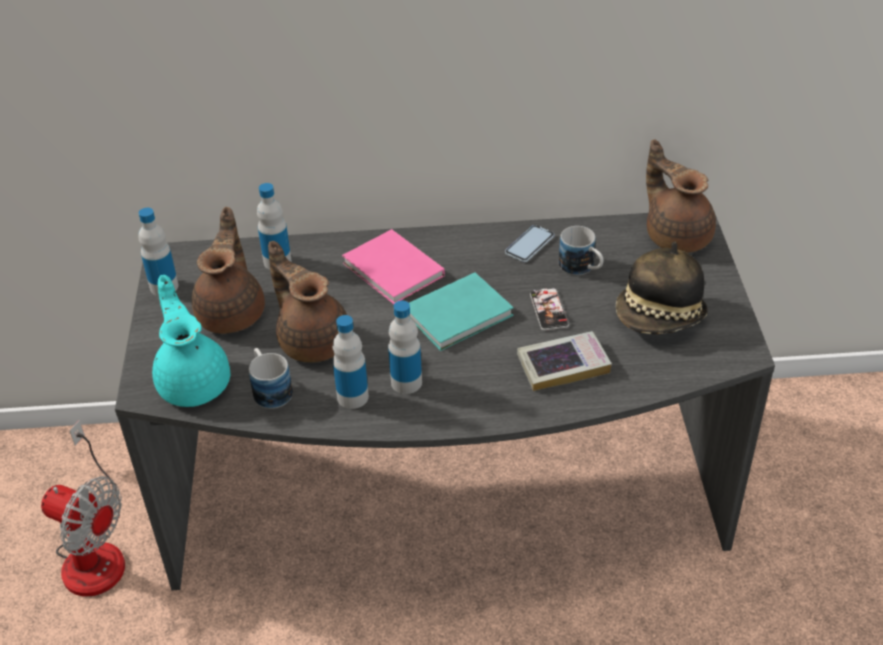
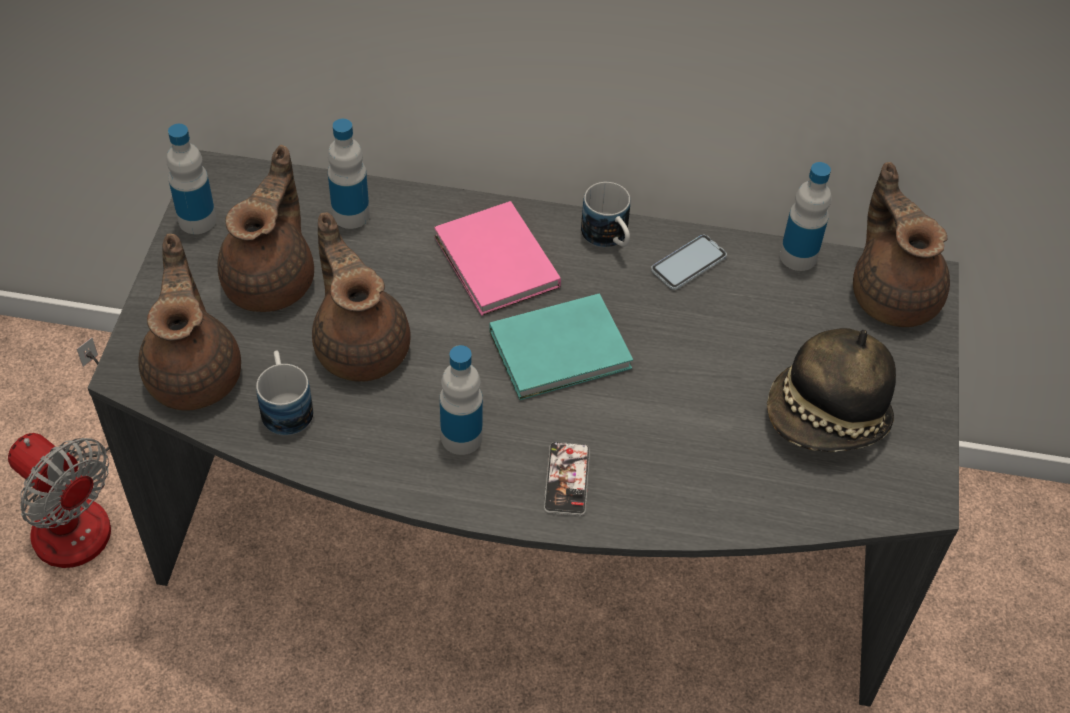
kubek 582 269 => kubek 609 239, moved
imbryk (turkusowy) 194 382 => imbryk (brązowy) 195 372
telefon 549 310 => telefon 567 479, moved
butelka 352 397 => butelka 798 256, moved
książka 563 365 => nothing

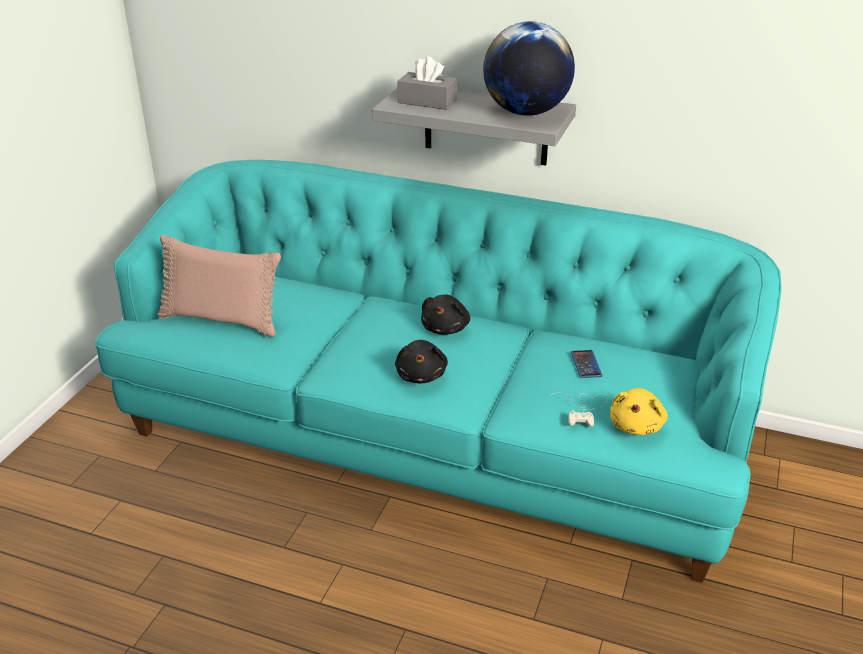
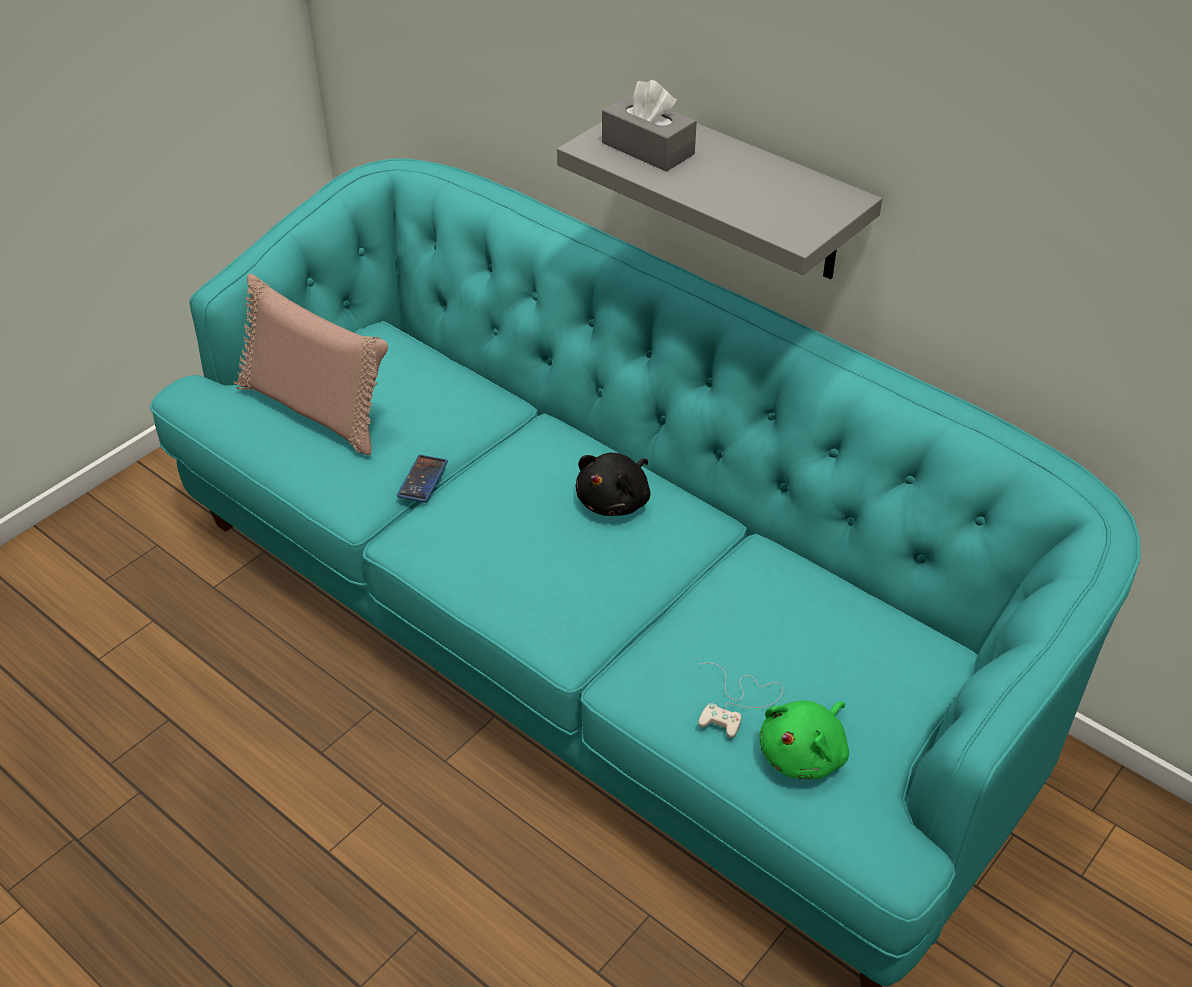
globus 526 112 => nothing
pluszak (czarny) 421 375 => nothing
telefon 586 364 => telefon 422 479, moved
pluszak (żółty) 636 425 => pluszak (zielony) 804 754

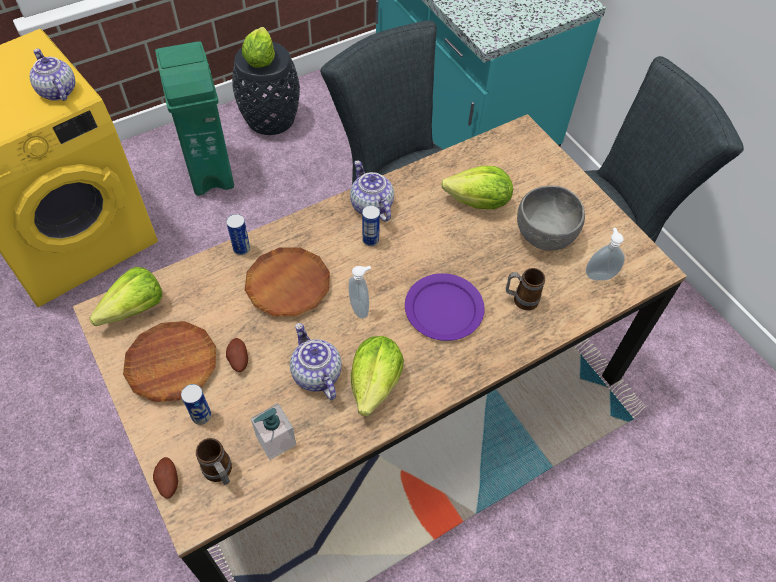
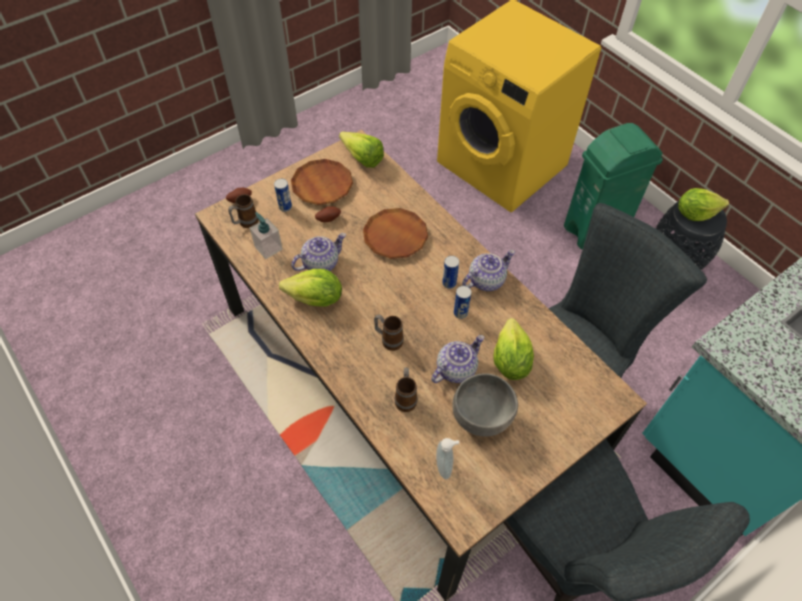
imbryk 57 91 => imbryk 456 368, moved
puszka 241 249 => puszka 460 313, moved
dozownik mydła 360 308 => nothing
talerz (fioletowy) 443 308 => kubek 388 339

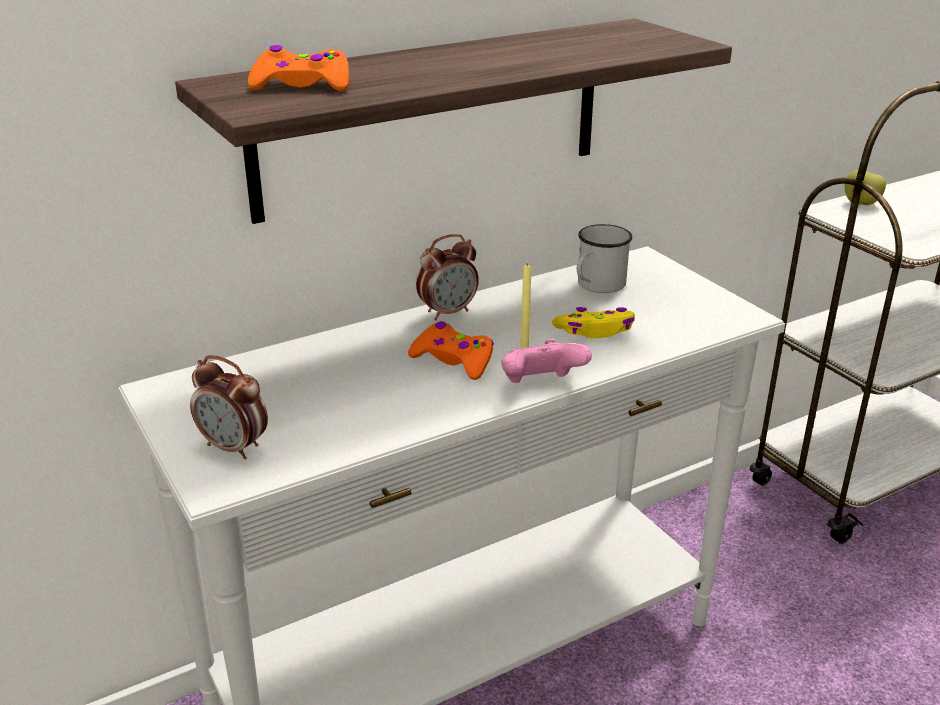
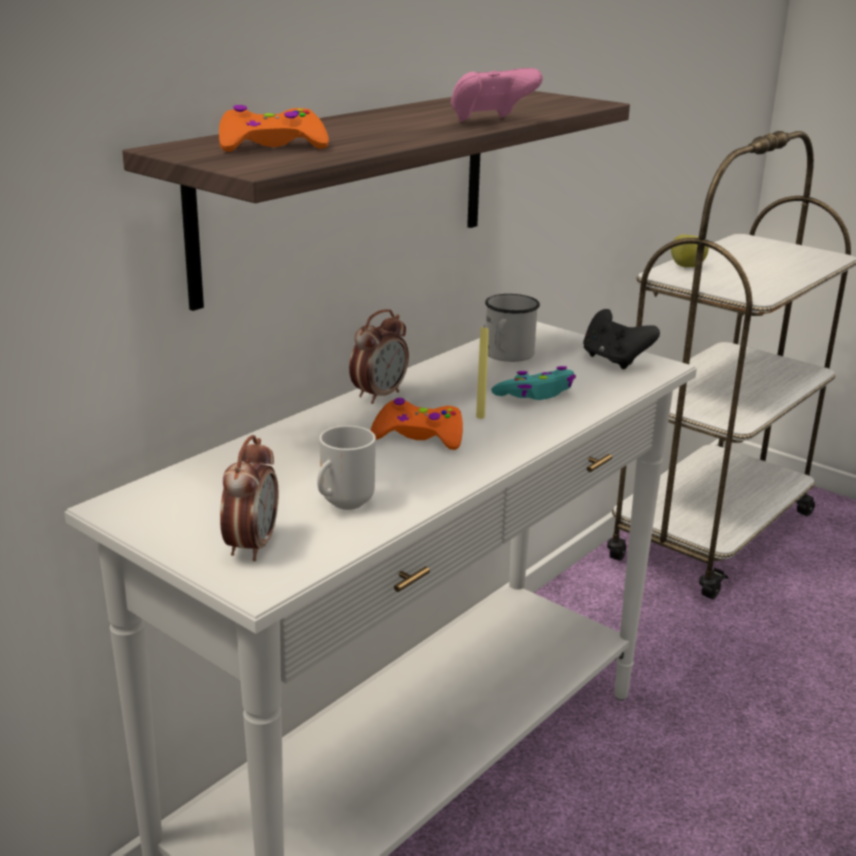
pad do gier (żółty) 595 331 => pad do gier (turkusowy) 536 394
pad do gier (różowy) 541 385 => pad do gier (różowy) 490 121, moved
budzik 234 448 => budzik 251 546, 90 degrees counterclockwise
nothing => pad do gier (czarny) 614 360
nothing => kubek 343 503

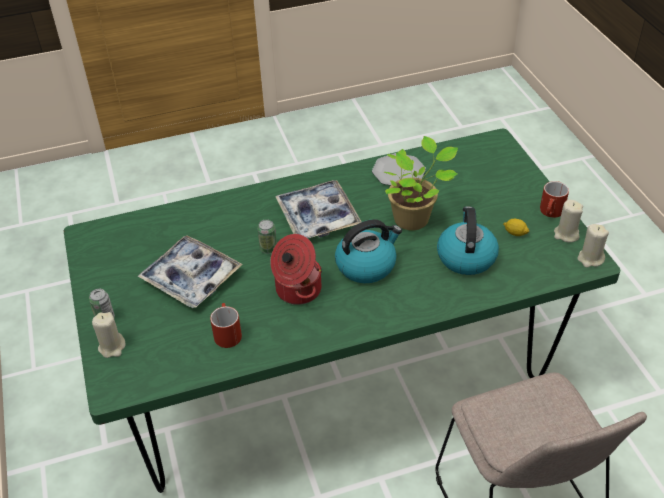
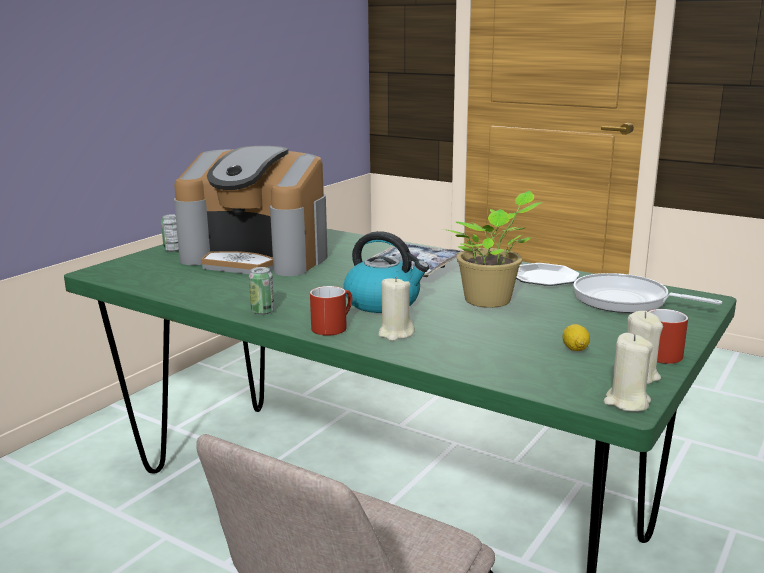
czajnik 466 257 => nothing
puszka 268 248 => puszka 262 311, moved
garnek 297 290 => nothing
taca 191 278 => ekspres do kawy 258 257
kubek (czerwony) 226 333 => kubek (czerwony) 333 326, moved
świeca (beżowy) 112 347 => świeca (beżowy) 395 334, moved
nothing => patelnia 626 300

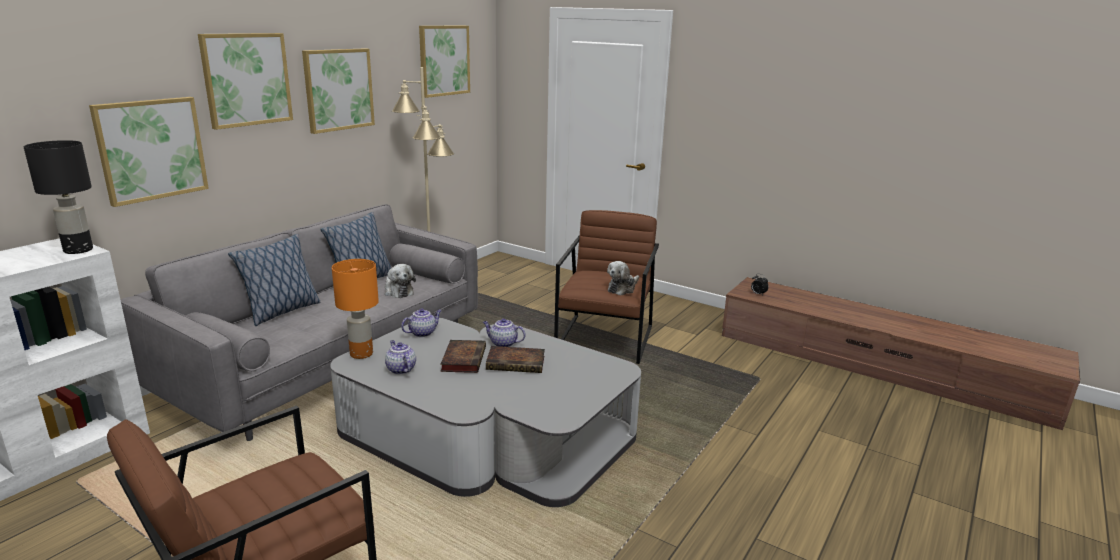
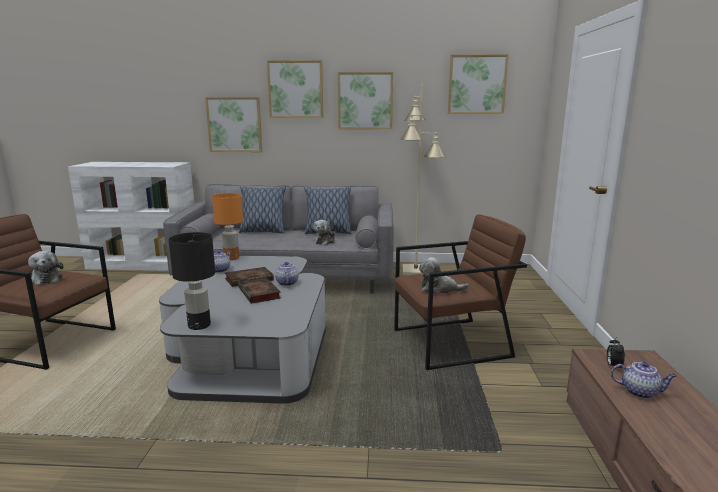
lampa stołowa (czarny) 79 250 => lampa stołowa (czarny) 199 325, moved
imbryk 422 333 => imbryk 640 392, moved
nothing => pluszak 46 279

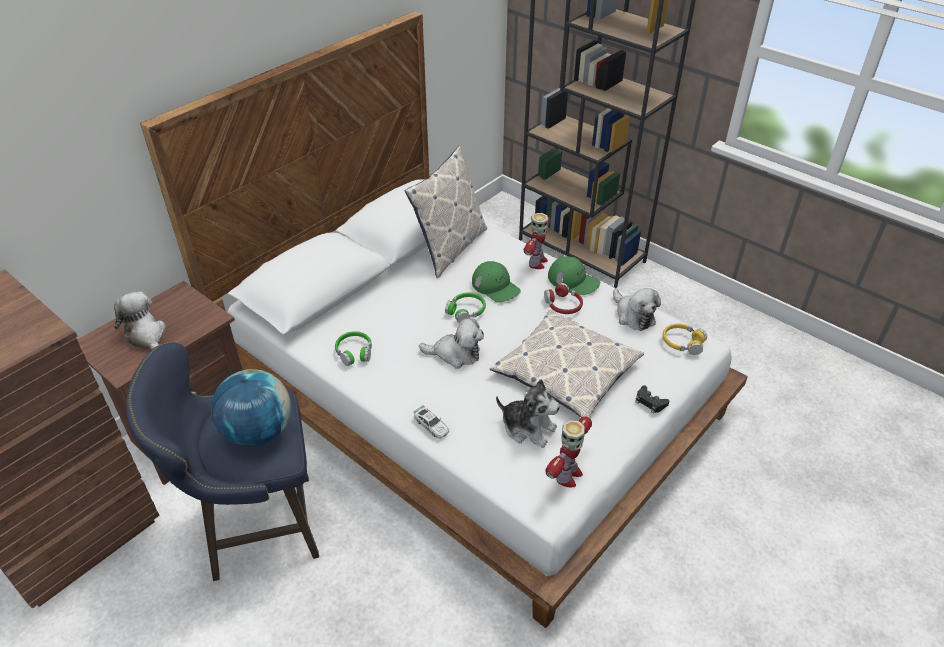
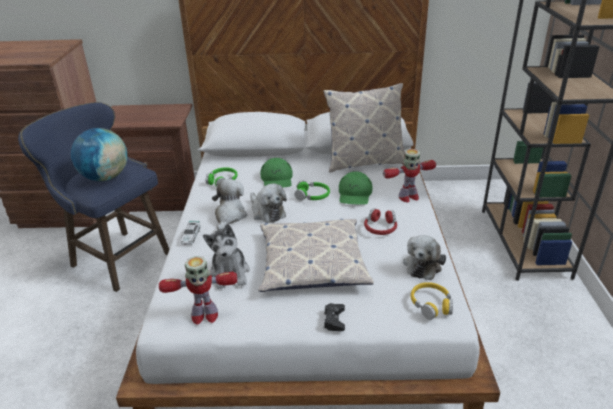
czapka z daszkiem (zielony) 573 280 => czapka z daszkiem (zielony) 277 179, moved
pluszak 146 336 => pluszak 229 216, moved

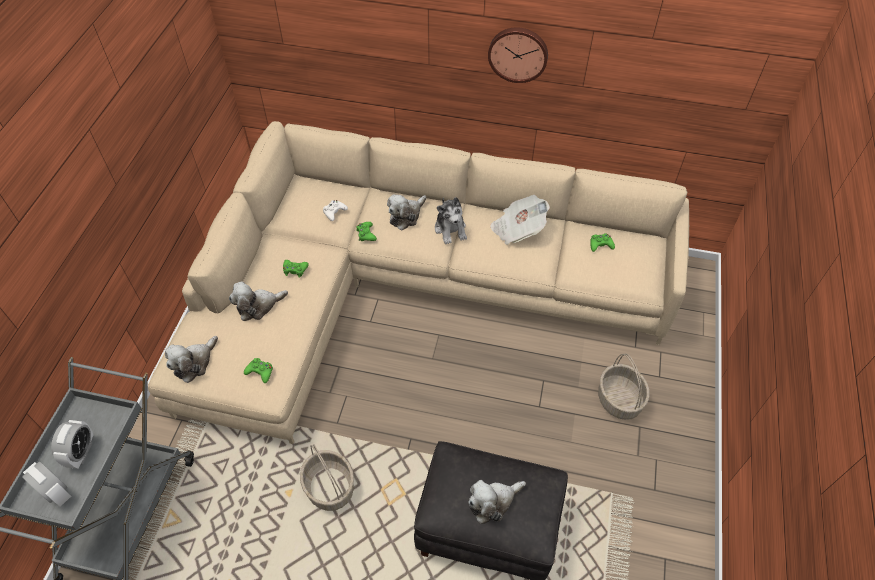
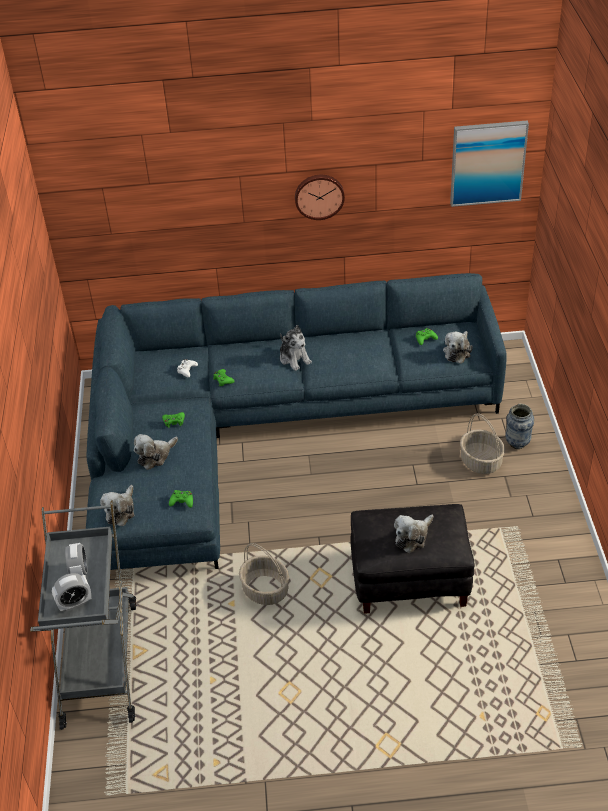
kanapa (beżowy) 403 290 => kanapa (niebieski) 261 429
pluszak 406 216 => pluszak 457 351, moved
gazeta 517 229 => nothing
budzik 56 492 => budzik 75 603, 45 degrees counterclockwise
nothing => obraz 487 163
nothing => wazon 517 443

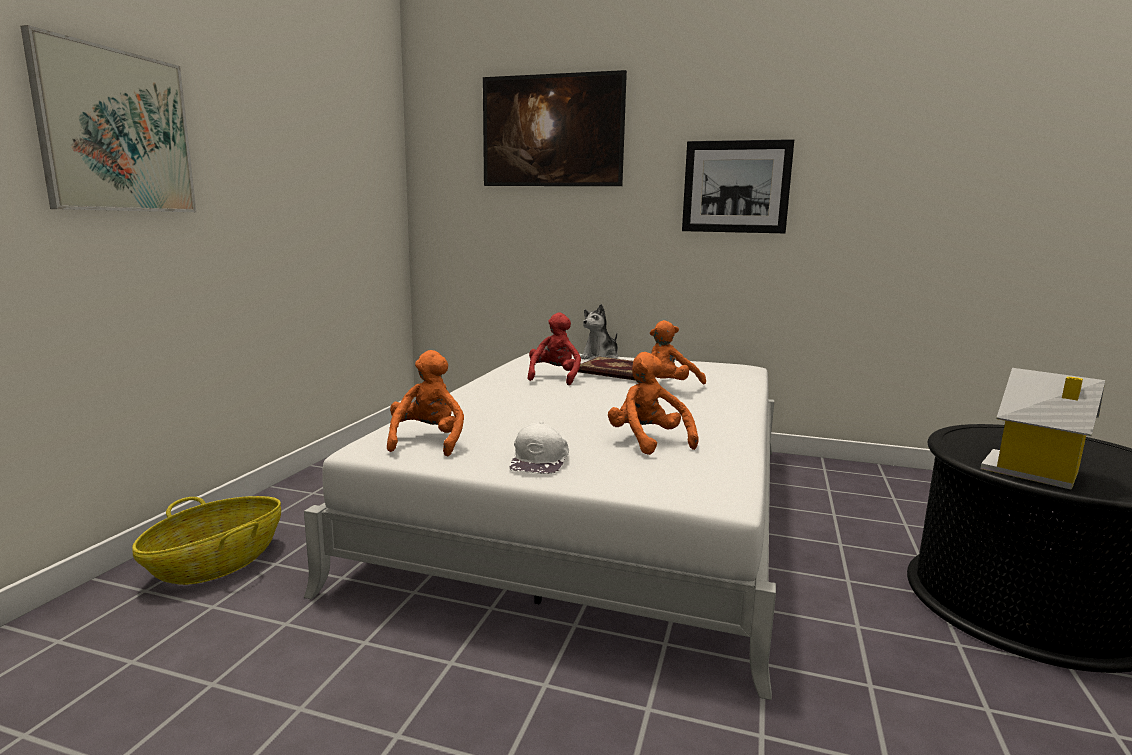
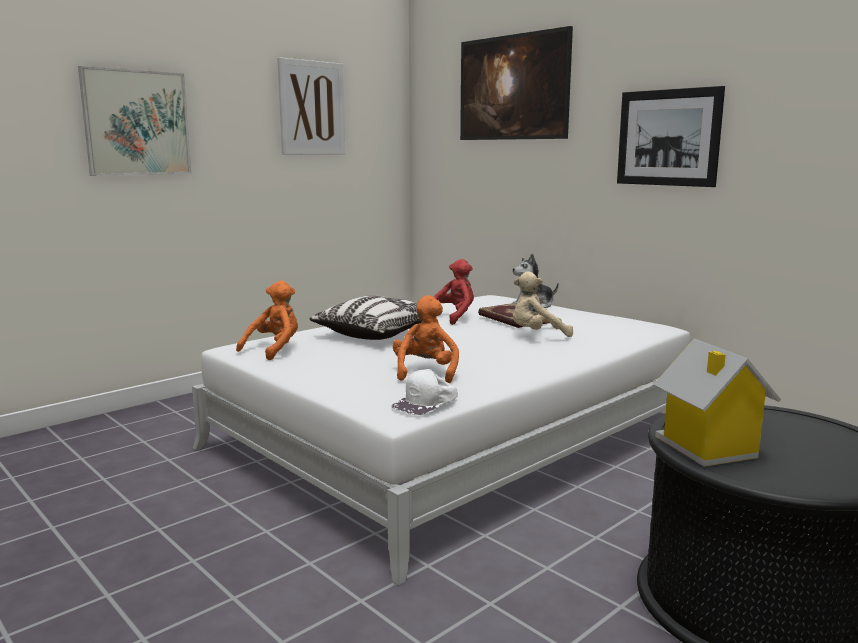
pluszak (pomarańczowy) 669 386 => pluszak (beżowy) 537 335
czapka z daszkiem (biały) 541 460 => czapka z daszkiem (biały) 426 403, moved
koszyk 217 563 => nothing
nothing => obraz 312 108
nothing => poduszka 376 333

